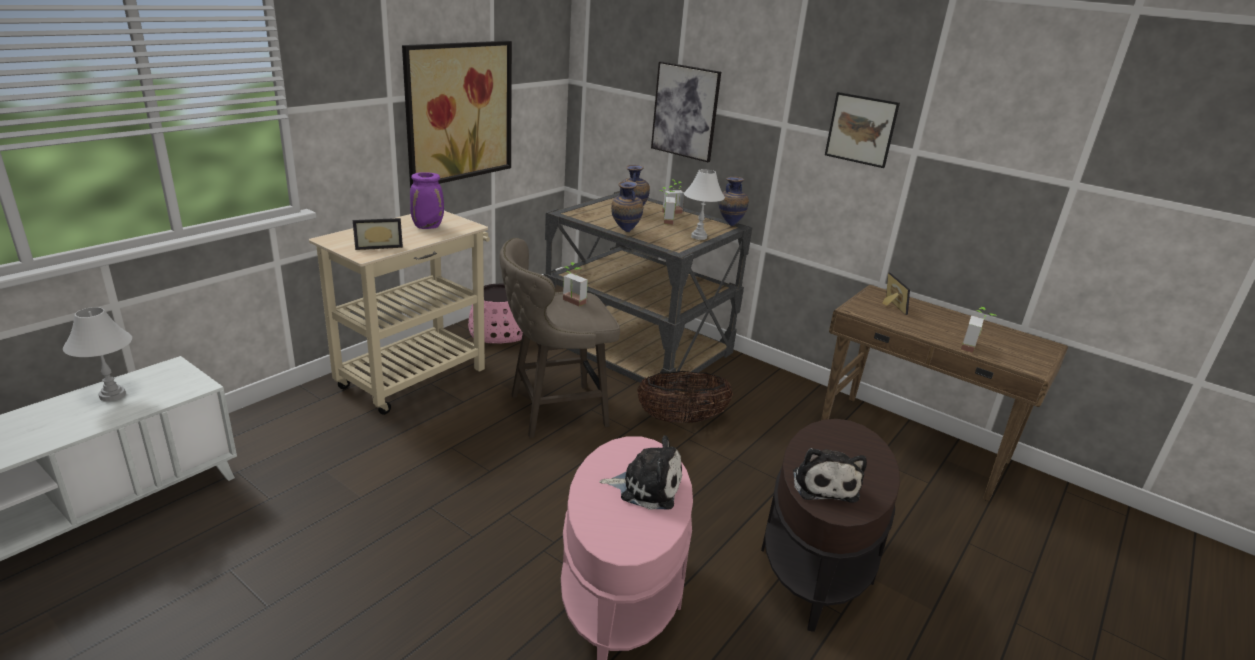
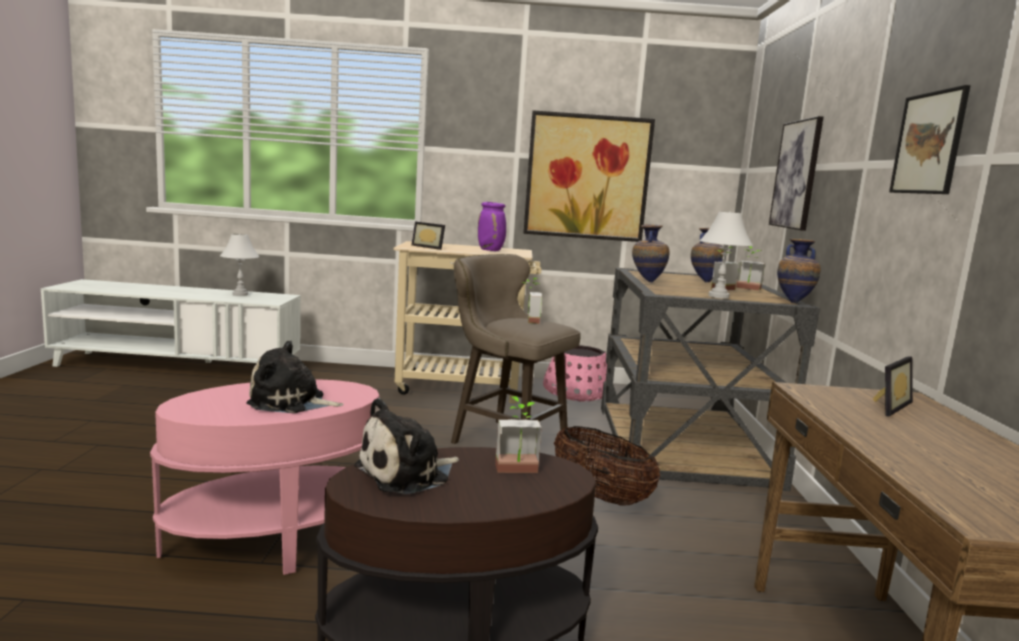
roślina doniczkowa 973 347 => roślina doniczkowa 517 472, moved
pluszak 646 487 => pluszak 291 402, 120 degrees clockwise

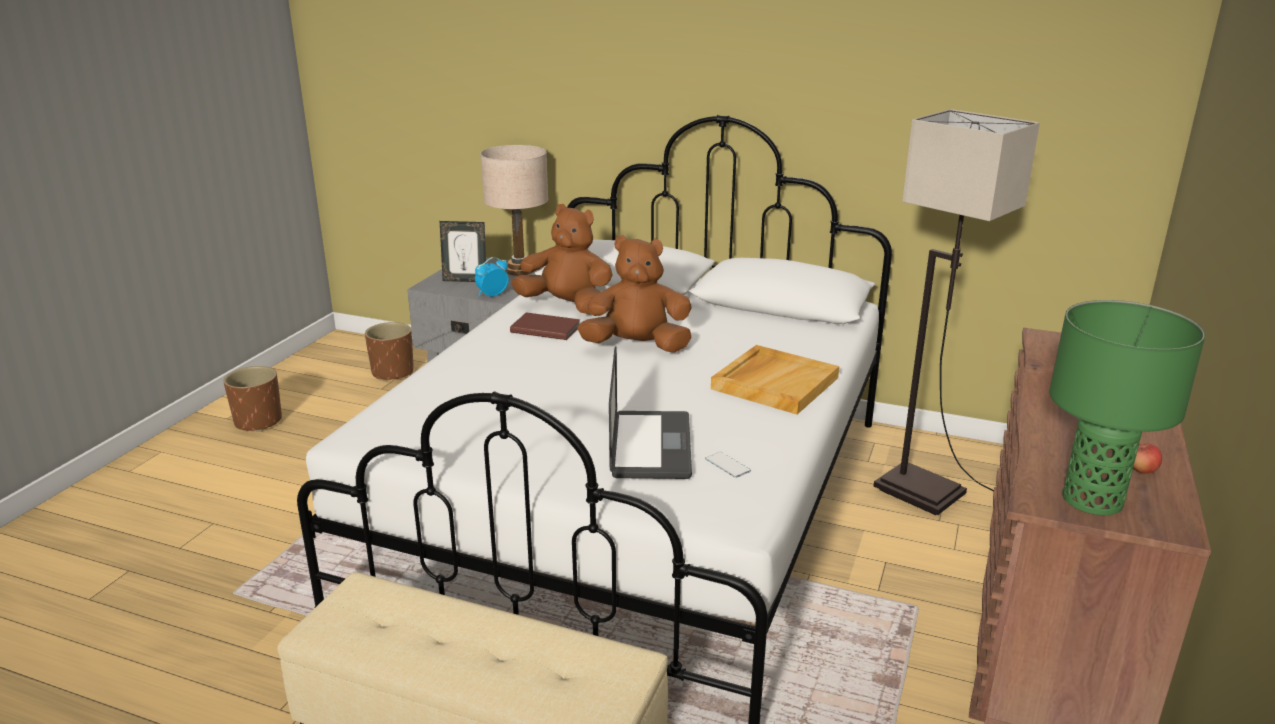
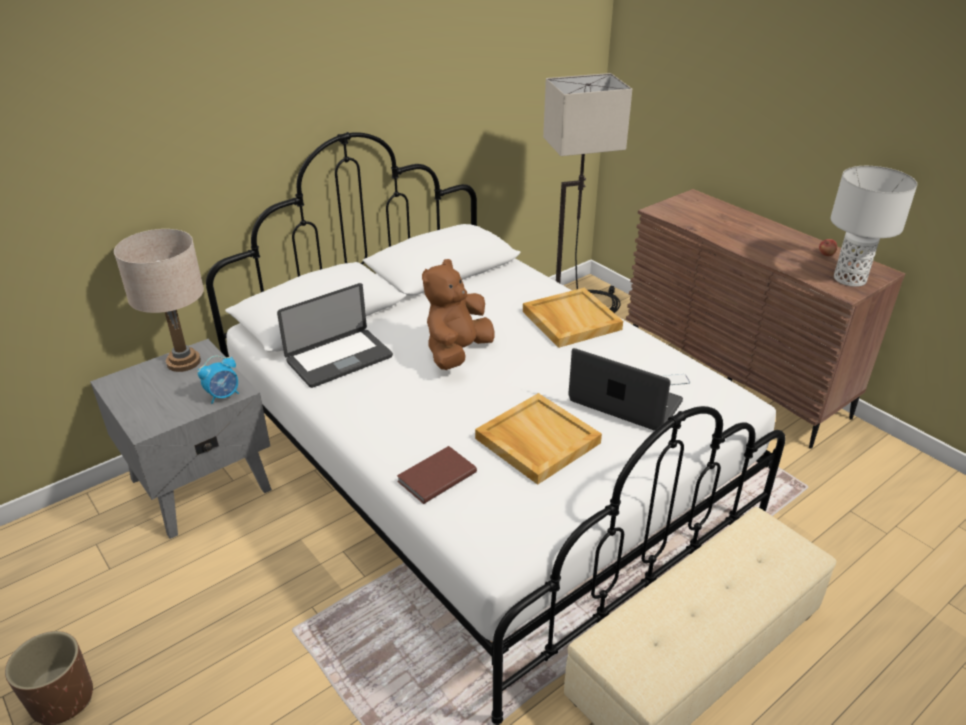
pluszak (brązowy) 567 306 => laptop 339 359
ramka na zdjęcie 465 280 => nothing
budzik 492 295 => budzik 224 395, 120 degrees counterclockwise
lampa stołowa (zielony) 1093 499 => lampa stołowa (biały) 850 278
książka (brązowy) 545 328 => książka (brązowy) 435 476, moved
donica (brązowy) 393 372 => nothing
nothing => taca (beżowy) 536 440

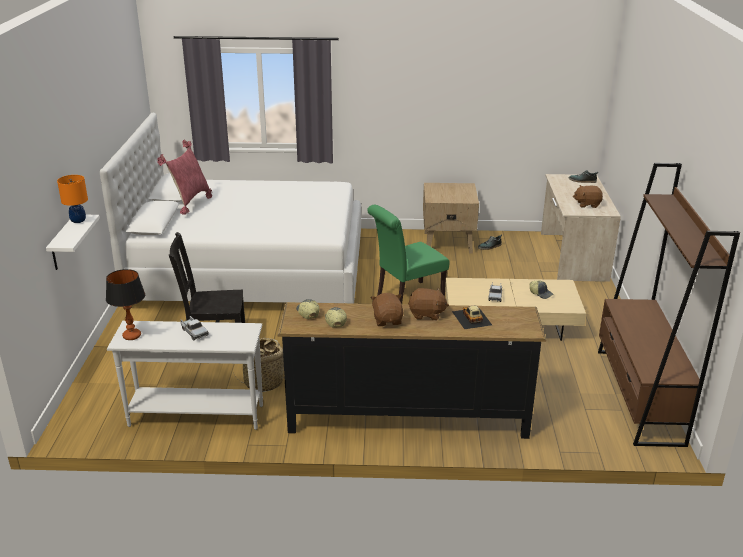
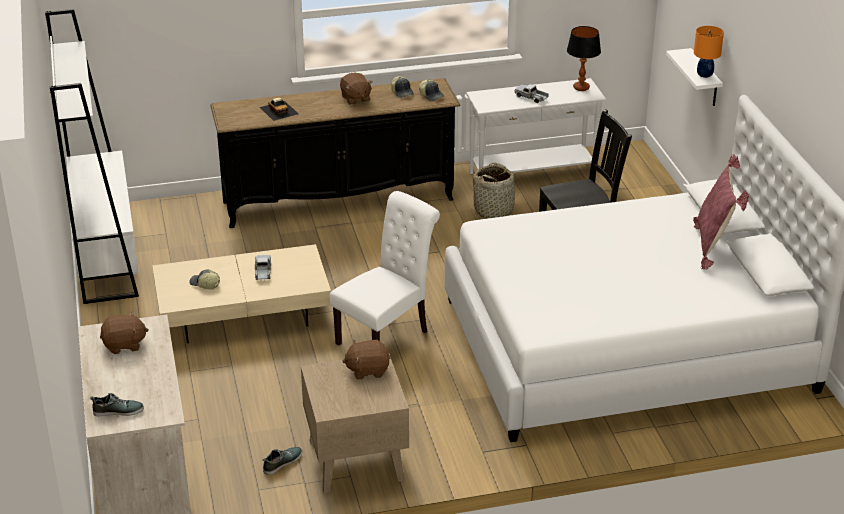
regał (brązowy) 639 396 => regał (biały) 106 254
krzesło (zielony) 406 297 => krzesło (biały) 387 335
pluszak (brązowy) 426 314 => pluszak (brązowy) 367 370, moved

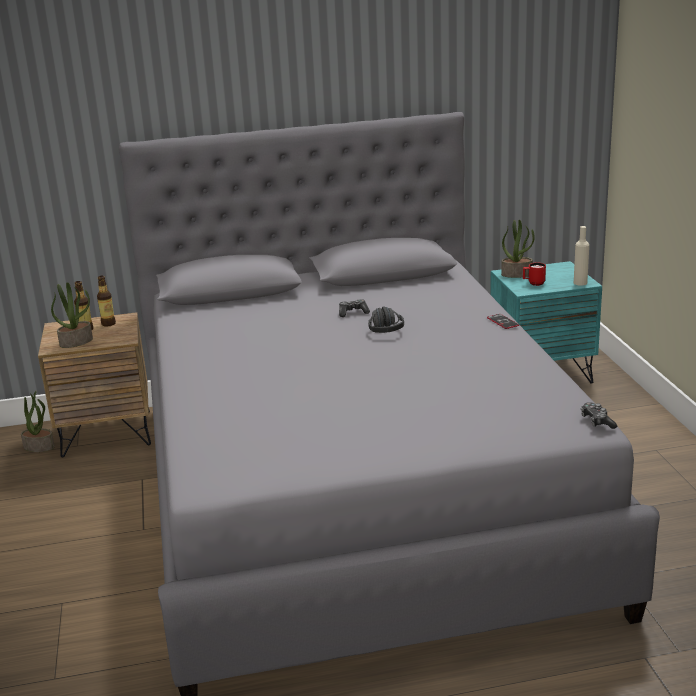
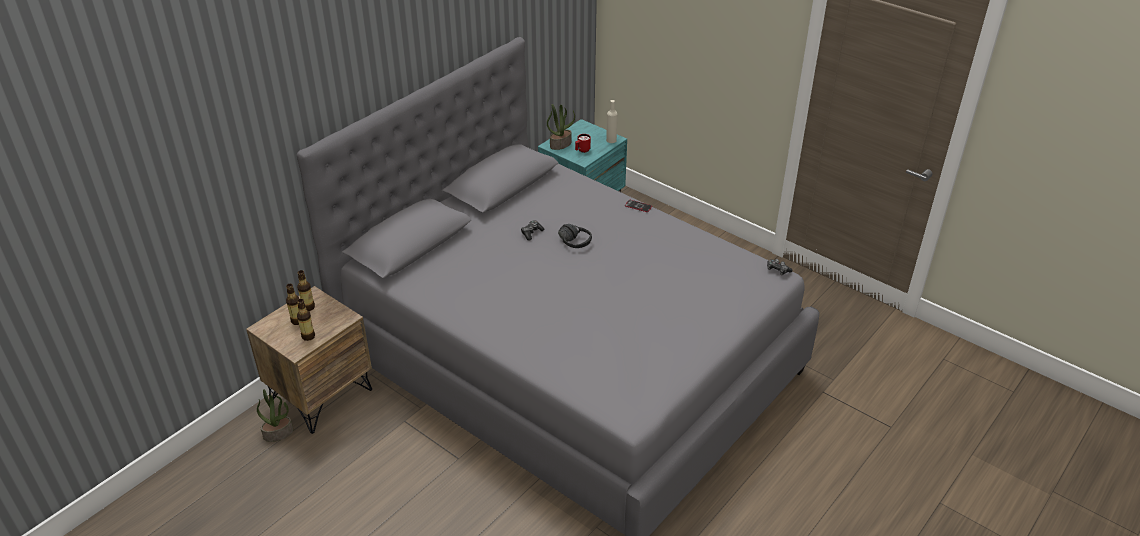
roślina doniczkowa 76 342 => butelka 308 336

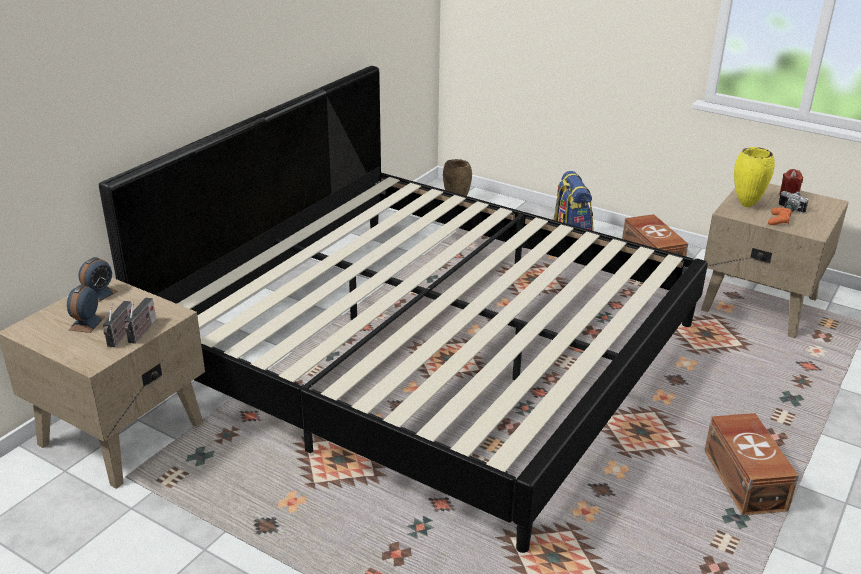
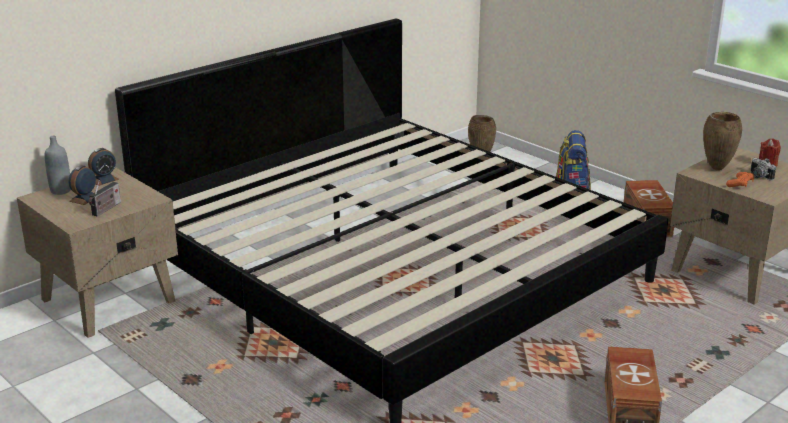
wazon (żółty) 745 205 => wazon (brązowy) 716 168
radio 142 332 => nothing
nothing => butelka (szary) 61 191

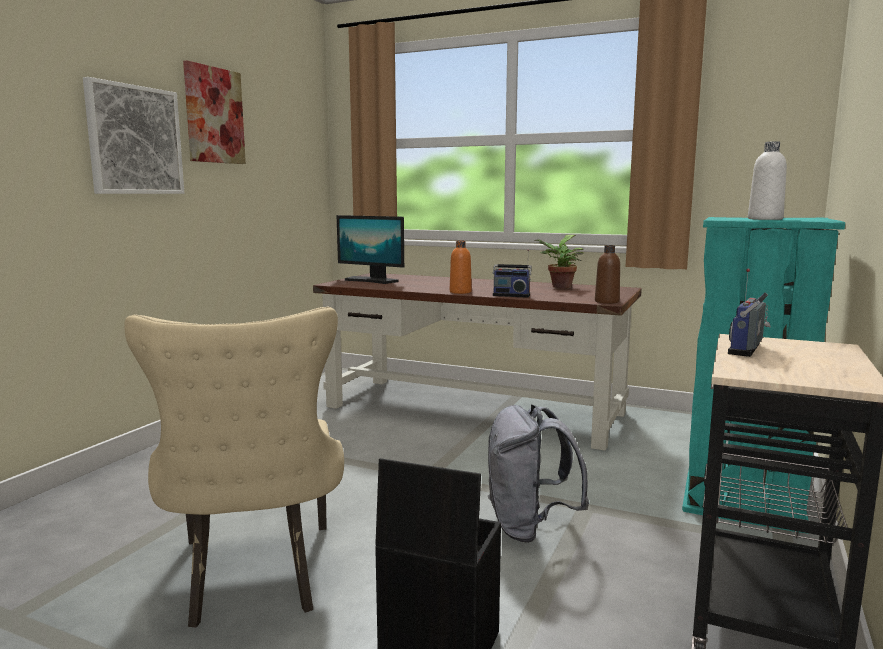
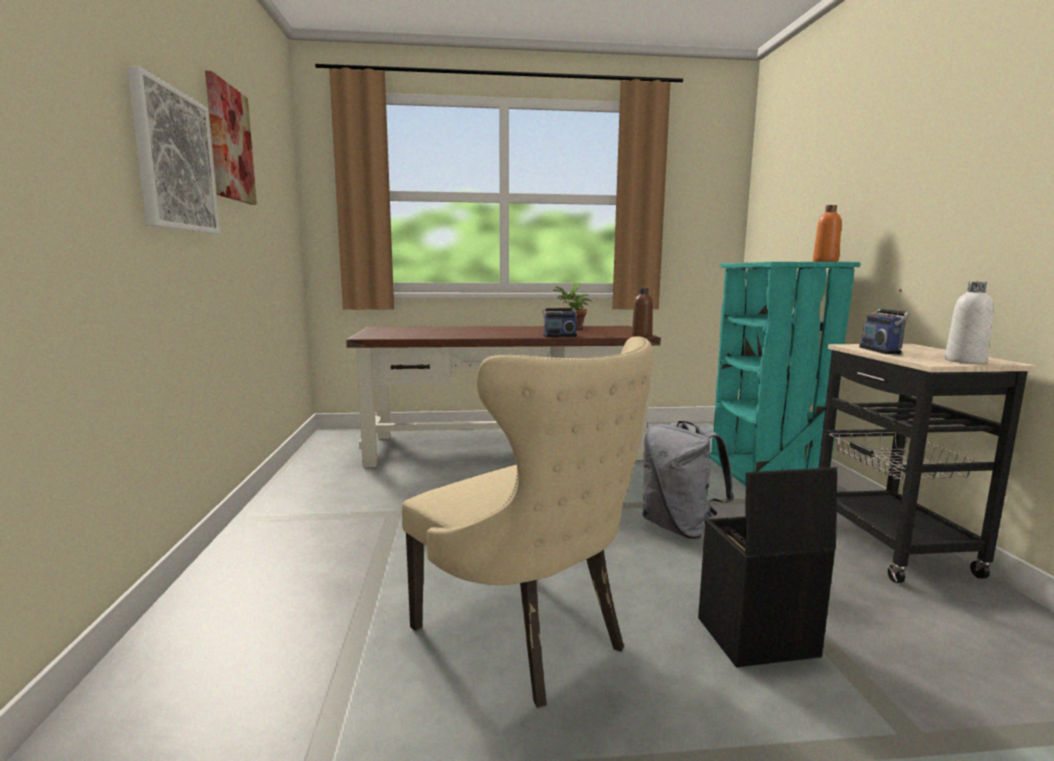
butelka (biały) 765 219 => butelka (biały) 965 361, moved
monitor 371 280 => nothing
butelka (pomarańczowy) 460 292 => butelka (pomarańczowy) 825 261, moved

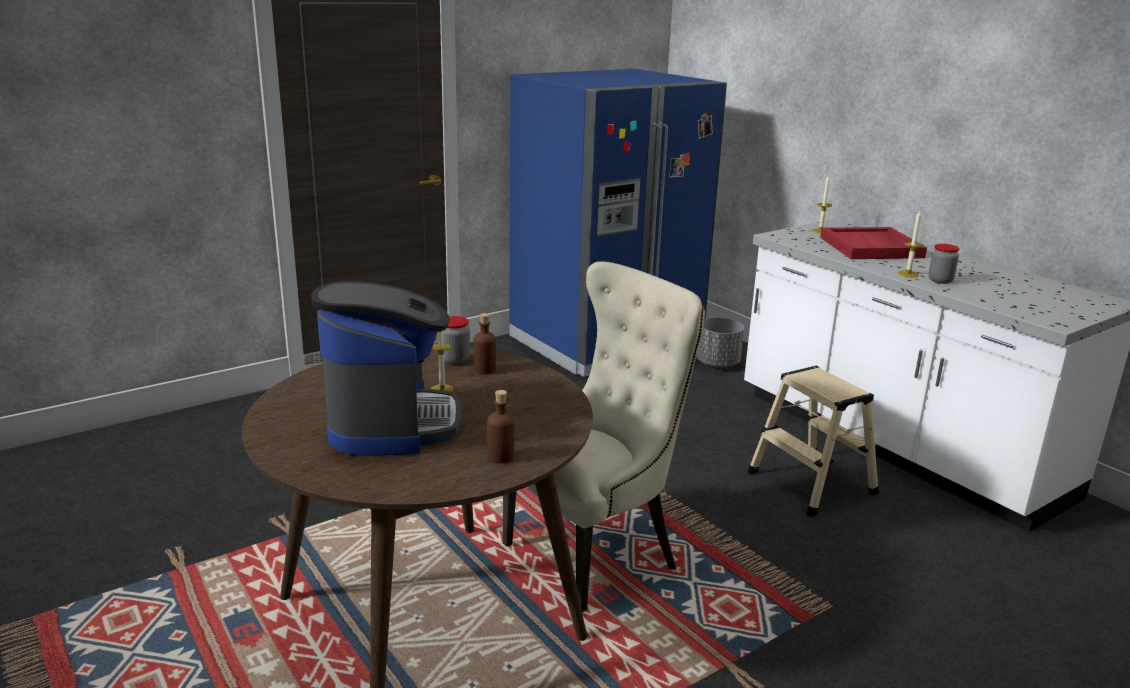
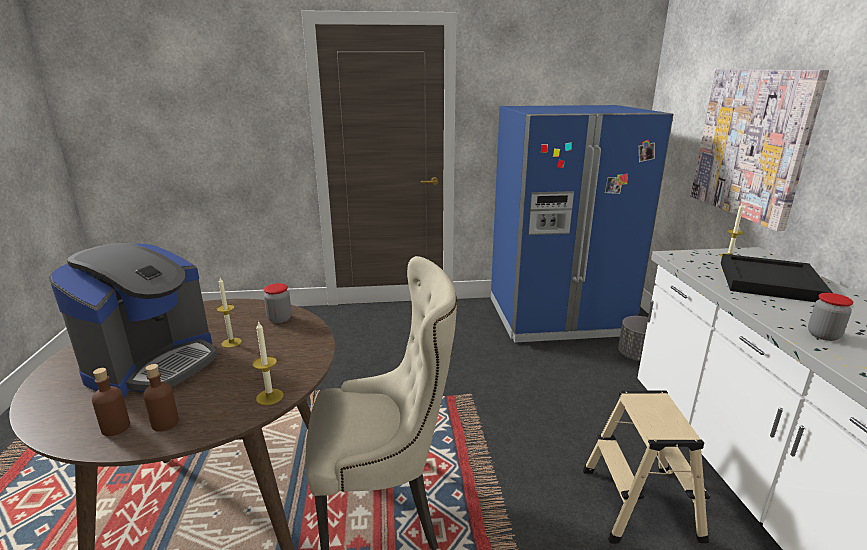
świeca 908 274 => świeca 269 397, moved
taca (czerwony) 872 247 => taca (czarny) 770 282
butelka (brązowy) 484 369 => butelka (brązowy) 116 428, moved
nothing => obraz 751 144

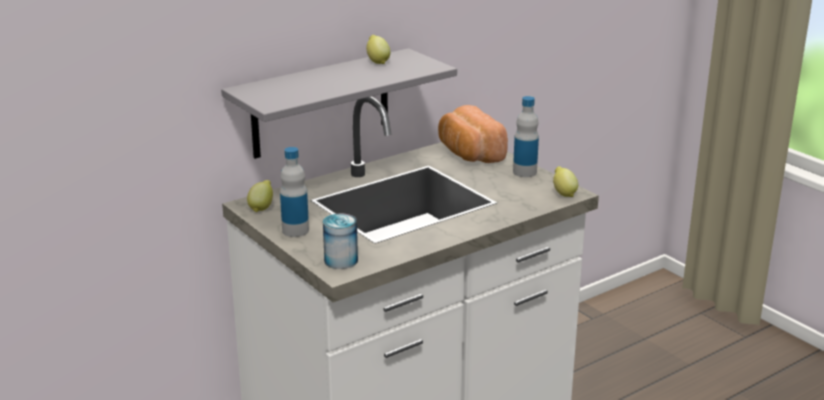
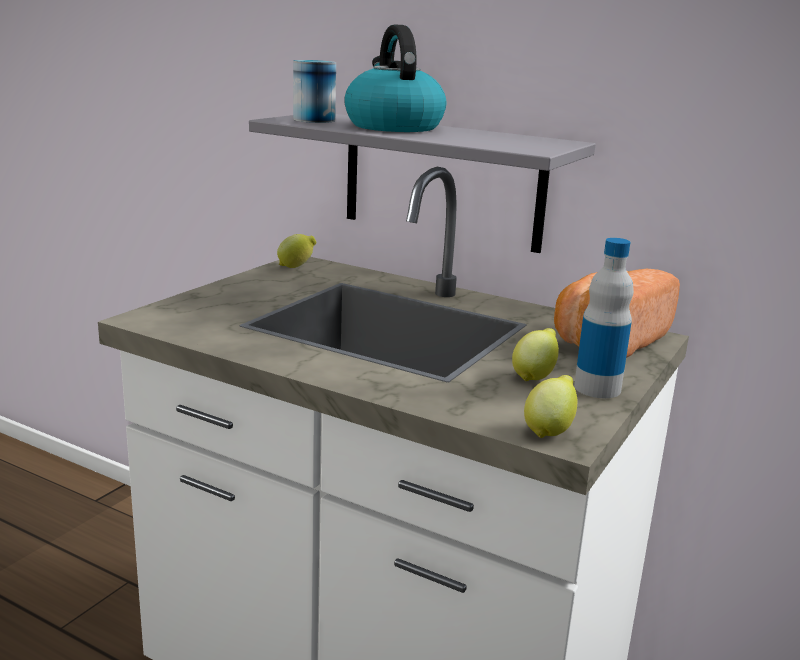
cytryna 377 62 => cytryna 534 376, moved
butelka 295 230 => nothing
puszka 341 261 => puszka 314 120, moved
nothing => czajnik 393 126

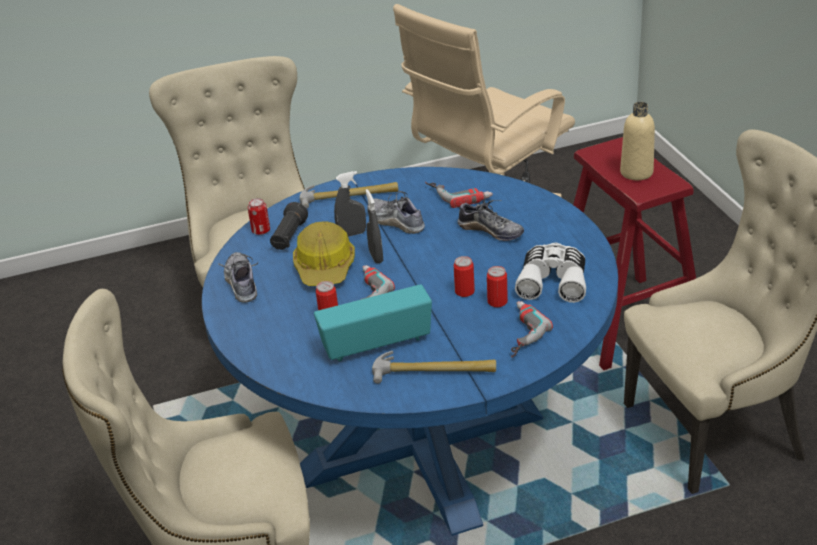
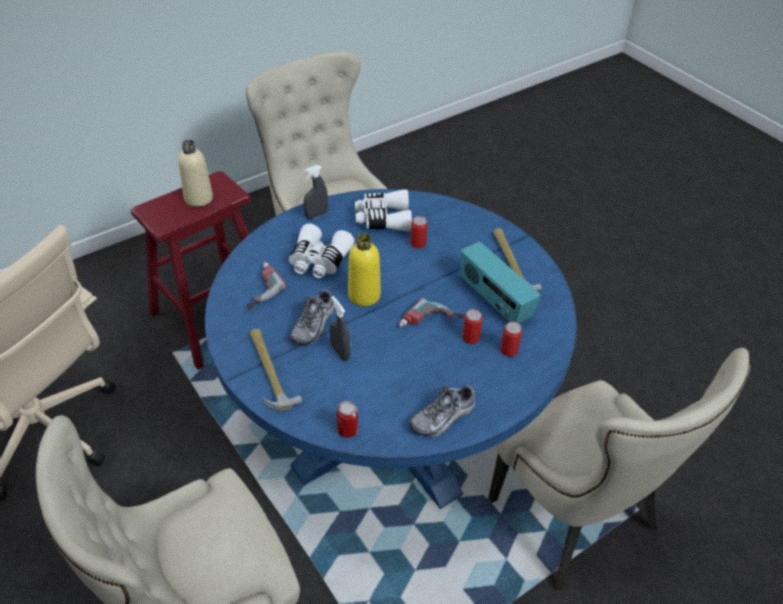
spryskiwacz (szary) 376 256 => spryskiwacz (szary) 316 215, moved
but 490 231 => lornetka (biały) 319 260
latarka (czarny) 289 237 => nothing
kask 325 267 => nothing
puszka 464 291 => puszka 509 350, moved
wiertarka 516 333 => nothing
nothing => butelka (żółty) 364 295

